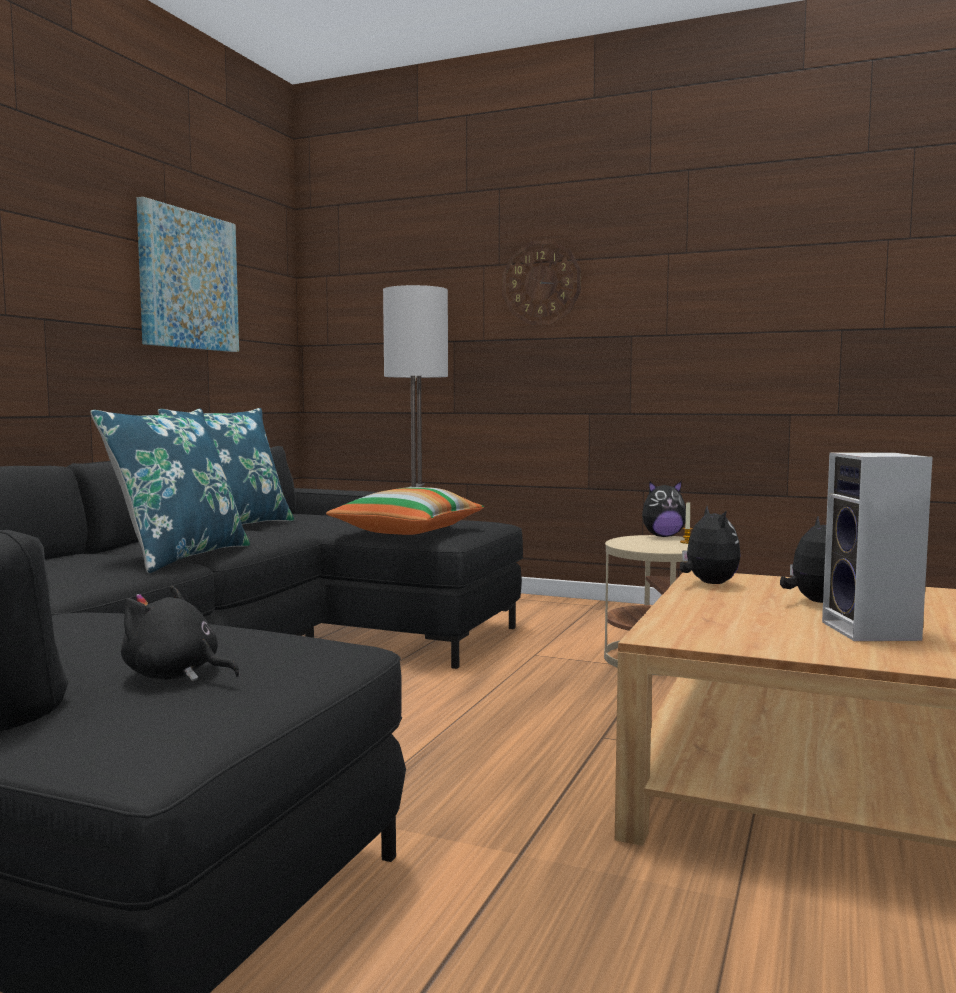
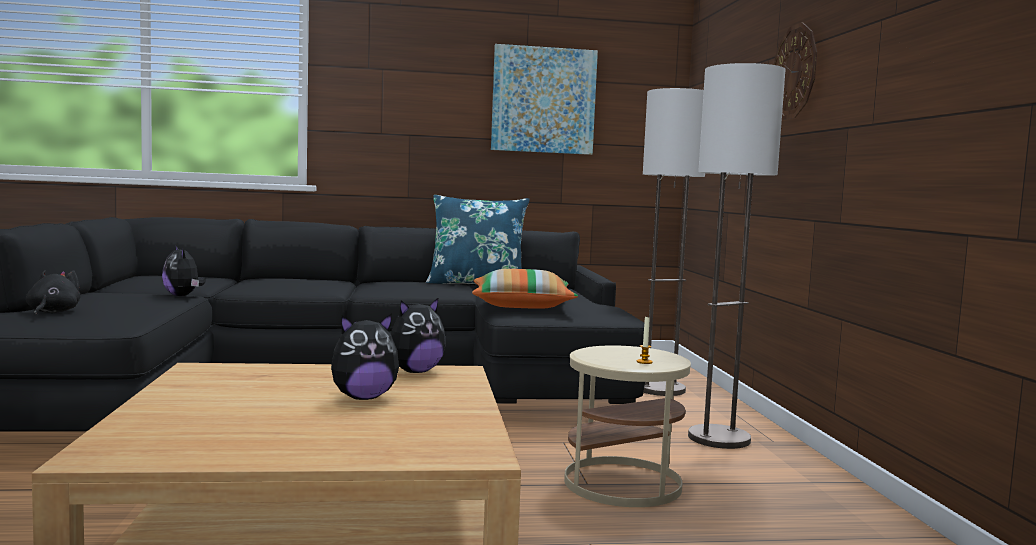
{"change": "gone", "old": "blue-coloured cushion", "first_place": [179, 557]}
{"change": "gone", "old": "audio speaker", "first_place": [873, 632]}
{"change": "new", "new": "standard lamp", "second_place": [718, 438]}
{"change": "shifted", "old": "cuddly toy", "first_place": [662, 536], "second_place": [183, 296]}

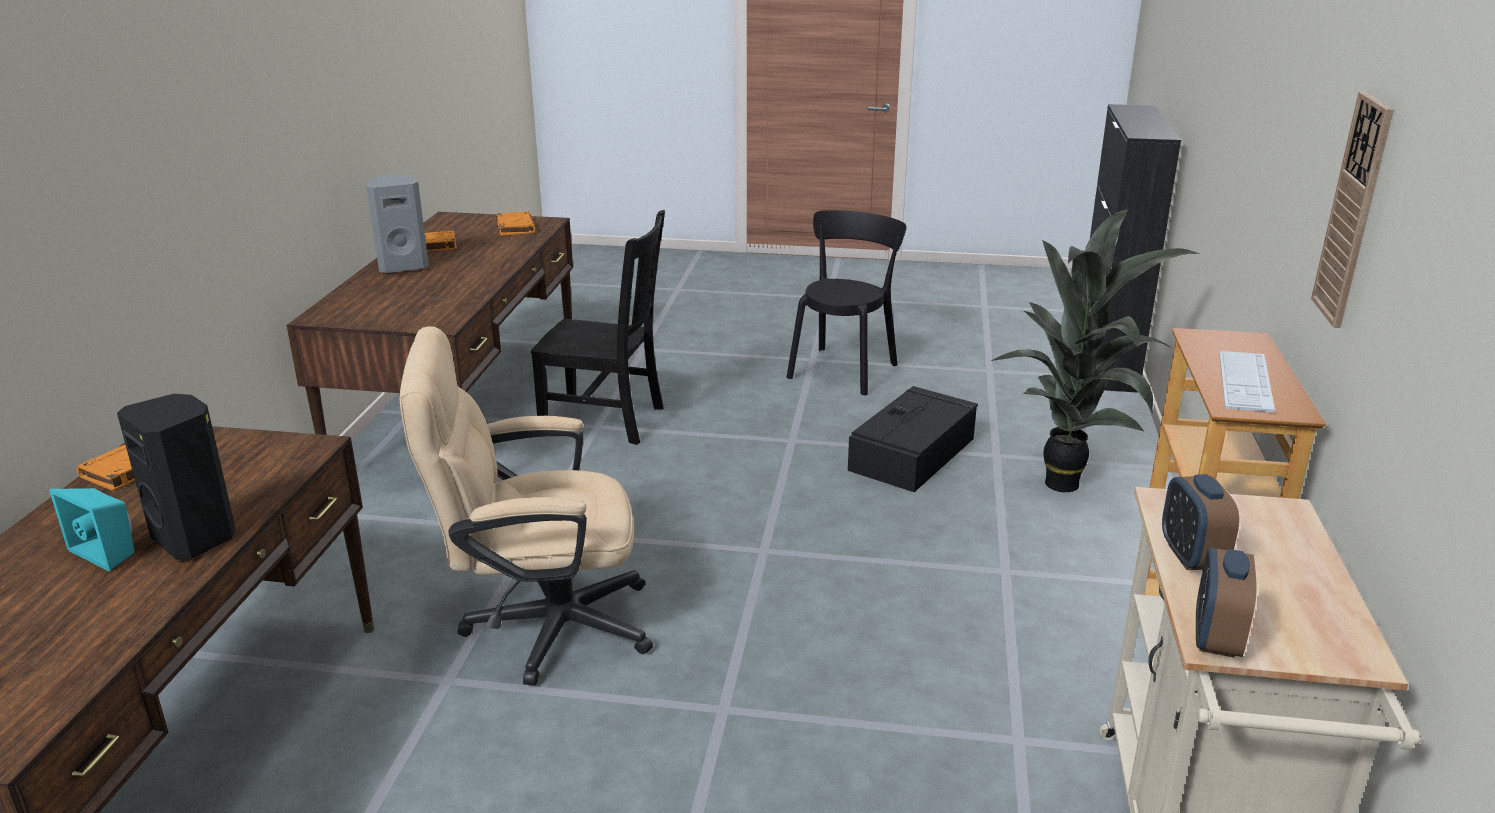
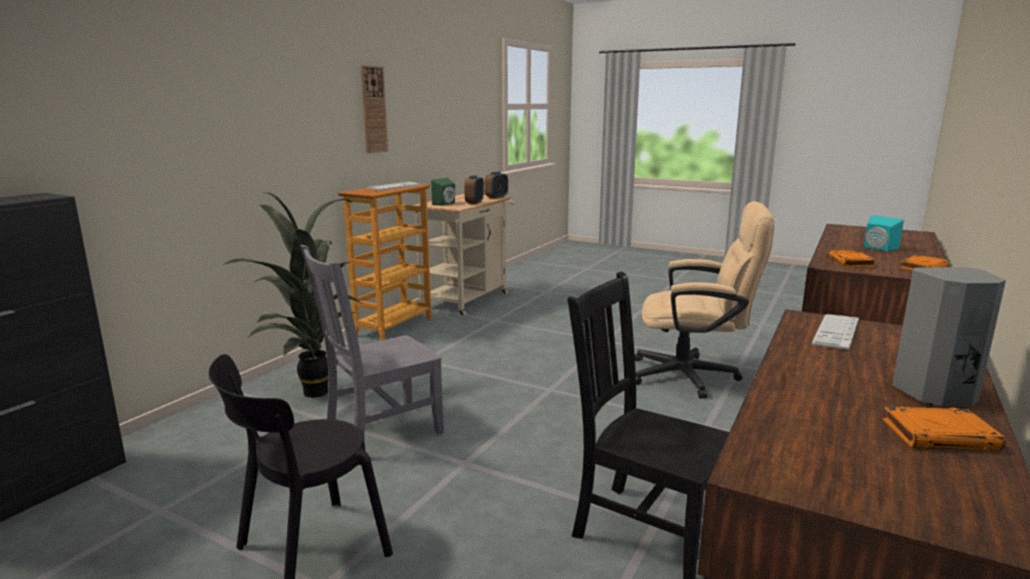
{"change": "gone", "old": "black-coloured audio speaker", "first_place": [196, 538]}
{"change": "new", "new": "greenish audio speaker", "second_place": [445, 204]}
{"change": "new", "new": "computer keyboard", "second_place": [836, 332]}
{"change": "shifted", "old": "orange volume", "first_place": [515, 227], "second_place": [851, 262]}
{"change": "swapped", "old": "black-coloured storage container", "new": "gray chair", "first_place": [913, 453], "second_place": [379, 431]}

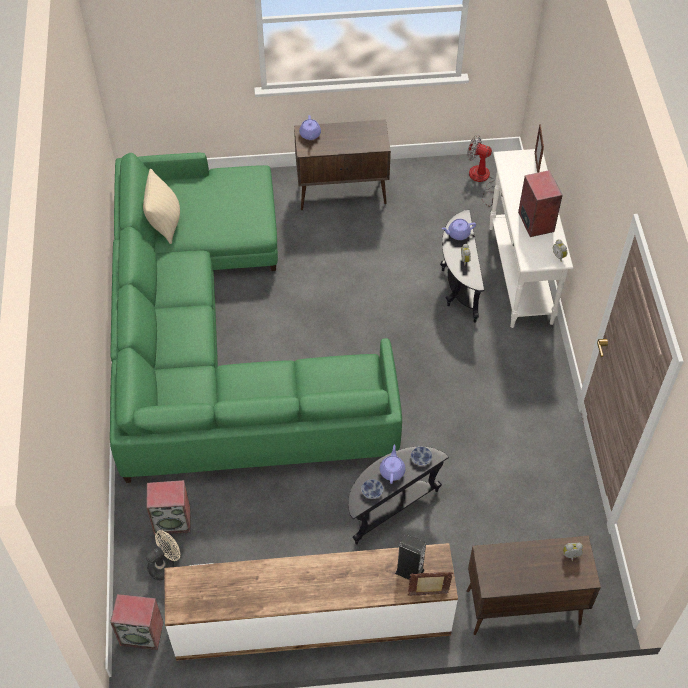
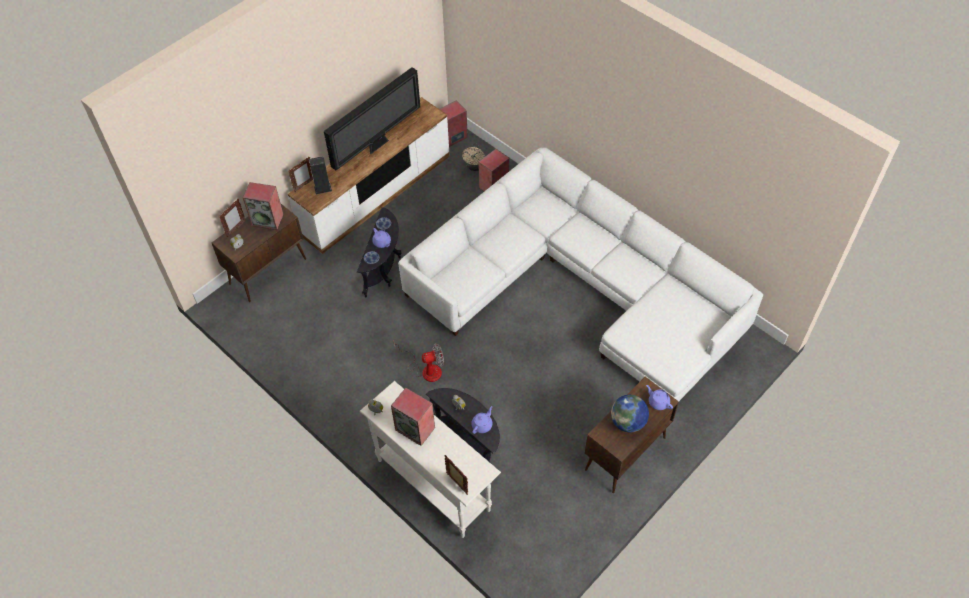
{"change": "gone", "old": "beige-coloured cushion", "first_place": [165, 223]}
{"change": "new", "new": "photo frame", "second_place": [236, 229]}
{"change": "new", "new": "audio speaker", "second_place": [268, 219]}
{"change": "new", "new": "television", "second_place": [378, 144]}
{"change": "new", "new": "world globe", "second_place": [628, 422]}
{"change": "shifted", "old": "electric fan", "first_place": [481, 180], "second_place": [426, 369]}
{"change": "repainted", "old": "greenish settee", "new": "white-coloured settee", "first_place": [217, 341], "second_place": [580, 286]}

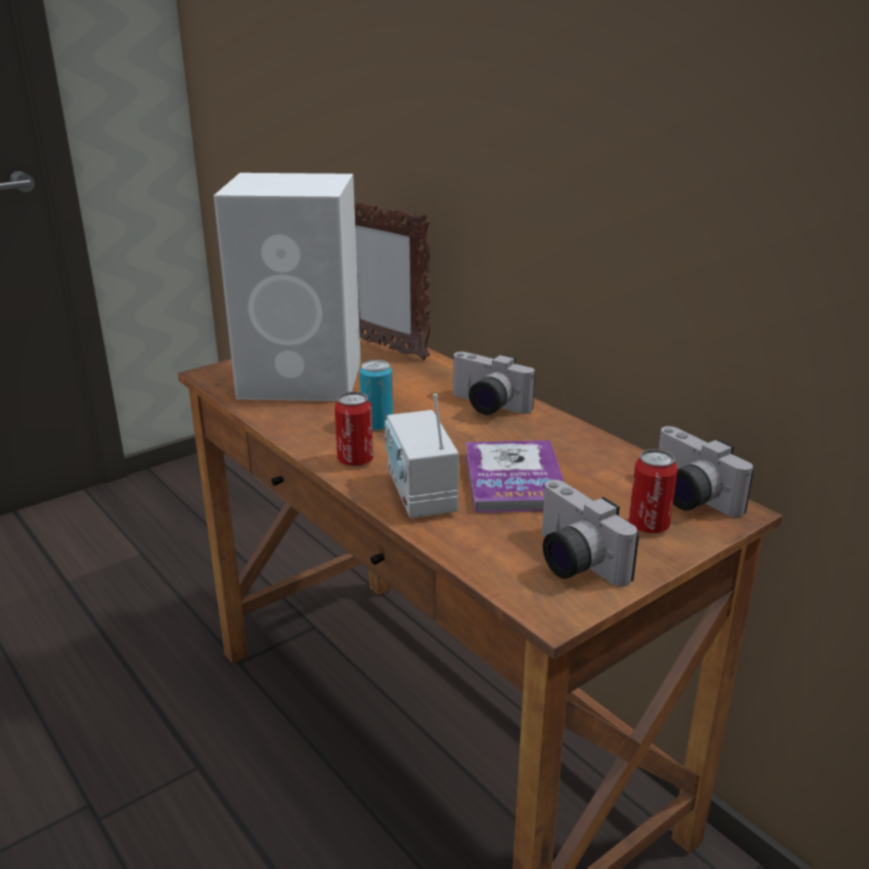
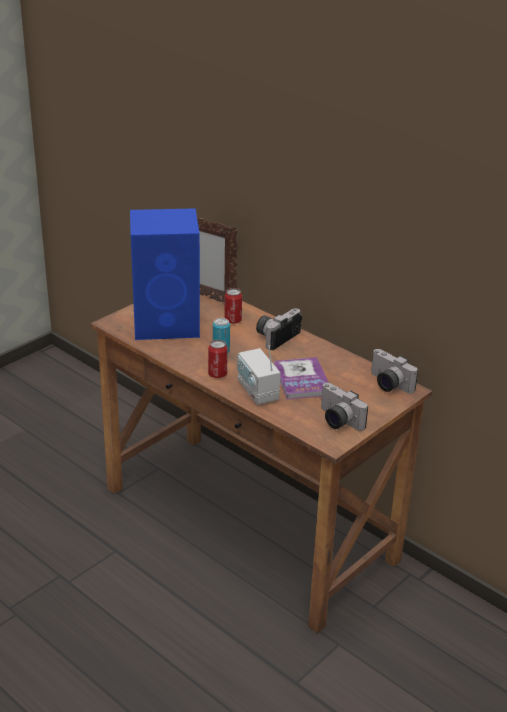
{"change": "shifted", "old": "metal can", "first_place": [648, 525], "second_place": [233, 320]}
{"change": "repainted", "old": "white-coloured audio speaker", "new": "blue-coloured audio speaker", "first_place": [304, 380], "second_place": [168, 324]}
{"change": "rotated", "old": "photo camera", "first_place": [485, 406], "second_place": [276, 336], "degrees": 105}

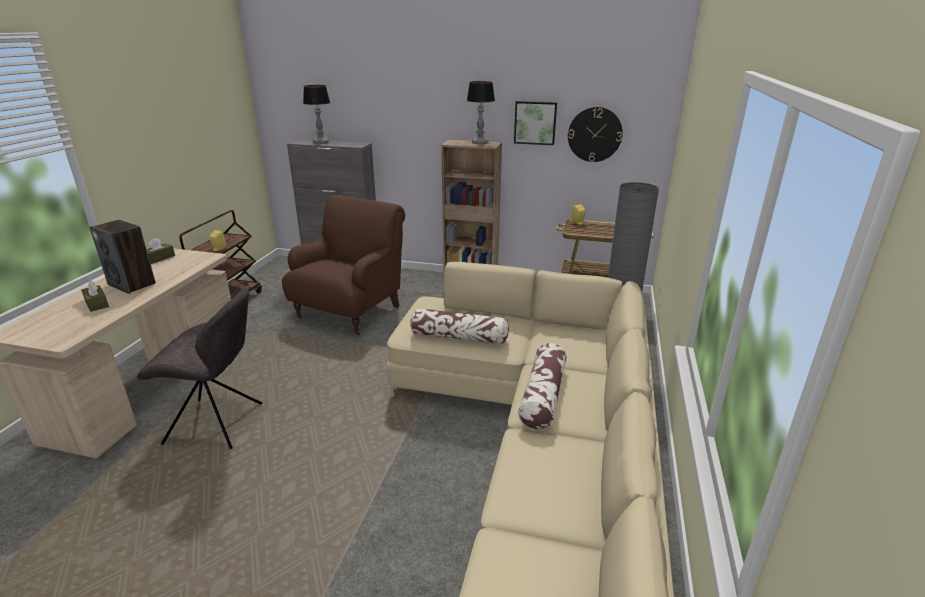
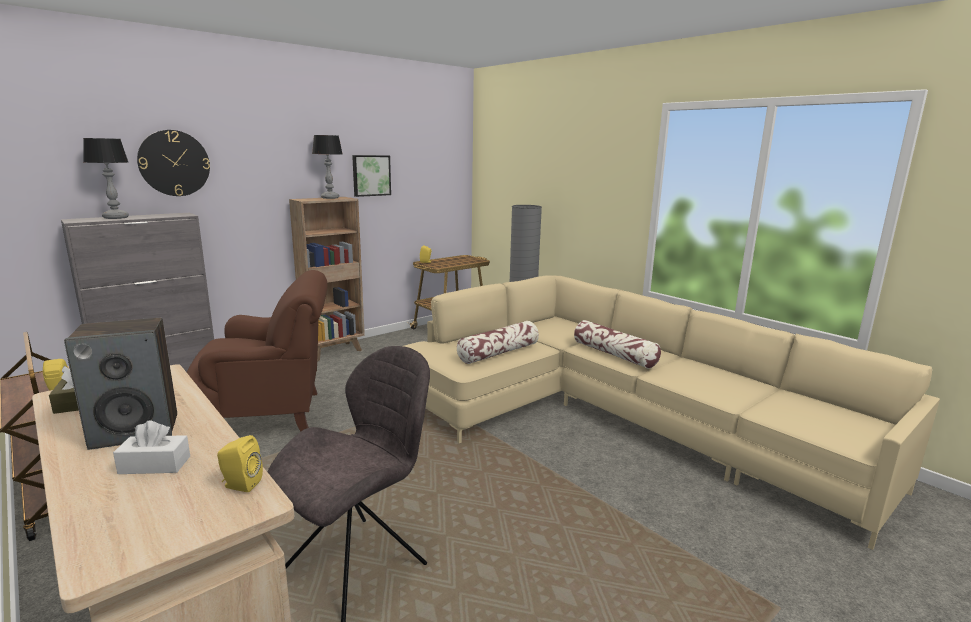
{"change": "new", "new": "yellow-coloured audio speaker", "second_place": [240, 485]}
{"change": "shifted", "old": "hanging clock", "first_place": [594, 134], "second_place": [174, 163]}
{"change": "repainted", "old": "brownish tissue holder", "new": "white-coloured tissue holder", "first_place": [97, 304], "second_place": [155, 465]}
{"change": "rotated", "old": "brownish easy chair", "first_place": [351, 312], "second_place": [269, 416], "degrees": 105}

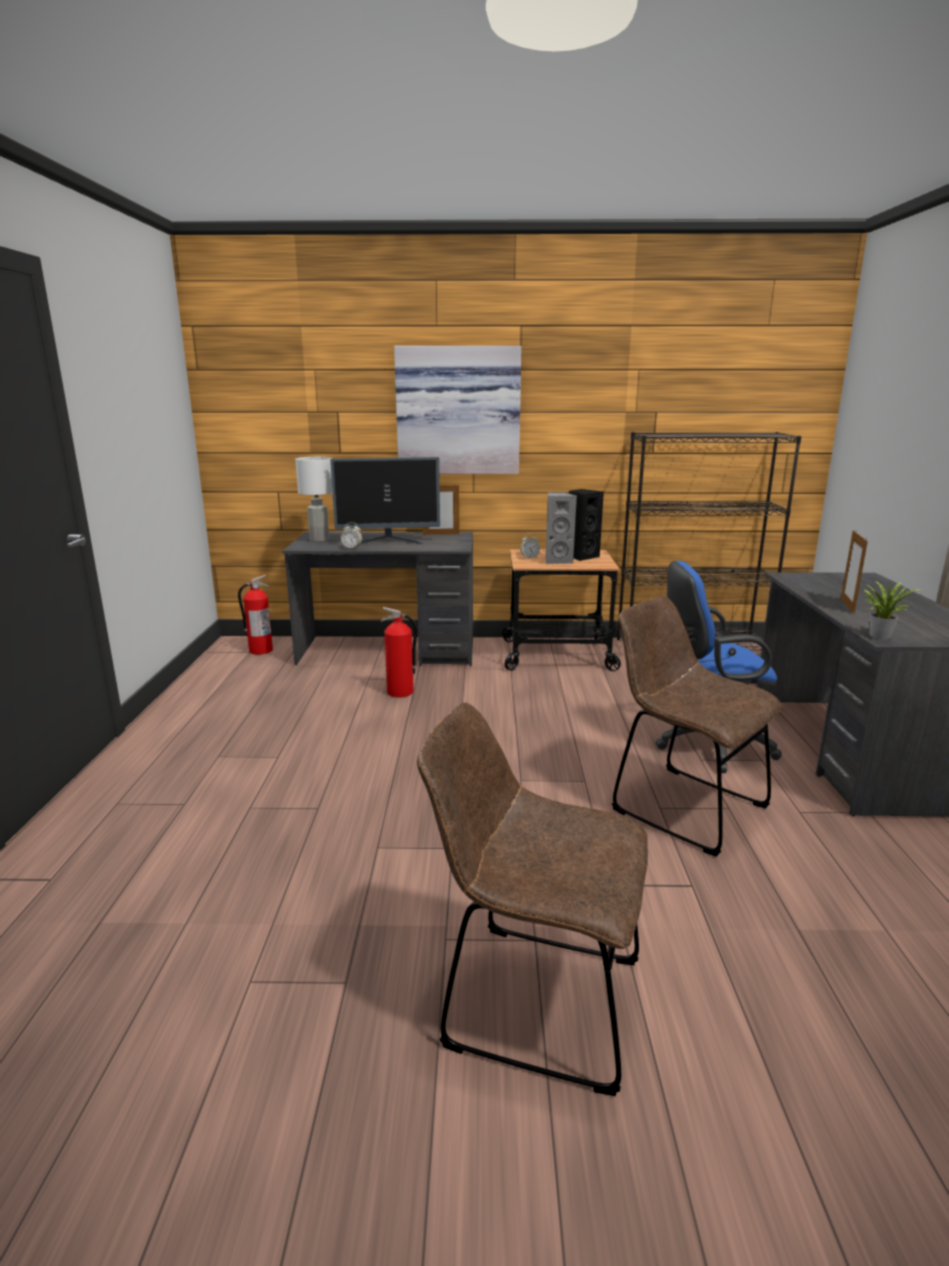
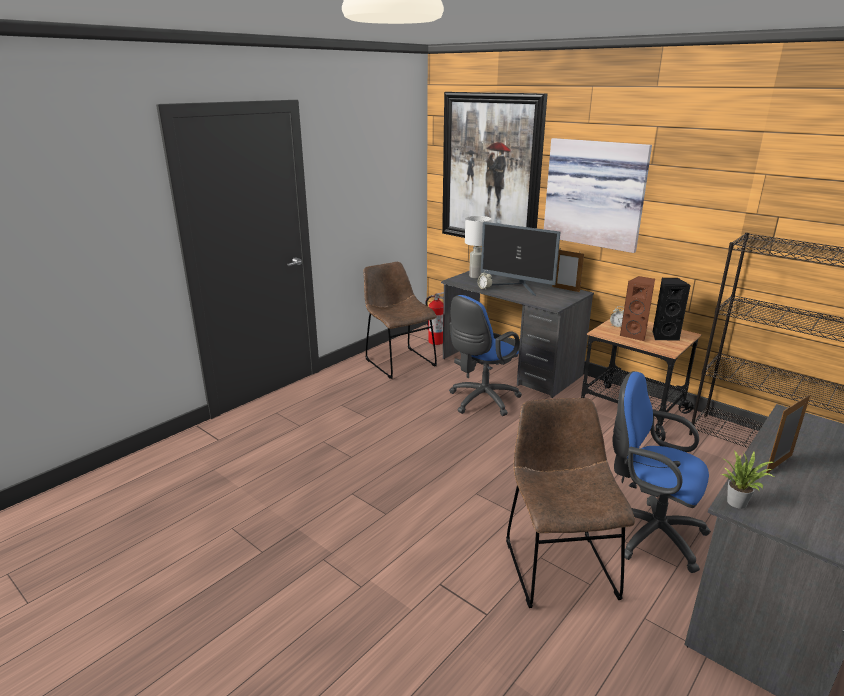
{"change": "new", "new": "wall art", "second_place": [491, 170]}
{"change": "shifted", "old": "brownish chair", "first_place": [532, 999], "second_place": [398, 361]}
{"change": "swapped", "old": "extinguisher", "new": "blue-coloured computer chair", "first_place": [400, 692], "second_place": [481, 401]}
{"change": "repainted", "old": "gray audio speaker", "new": "brownish audio speaker", "first_place": [557, 561], "second_place": [635, 335]}

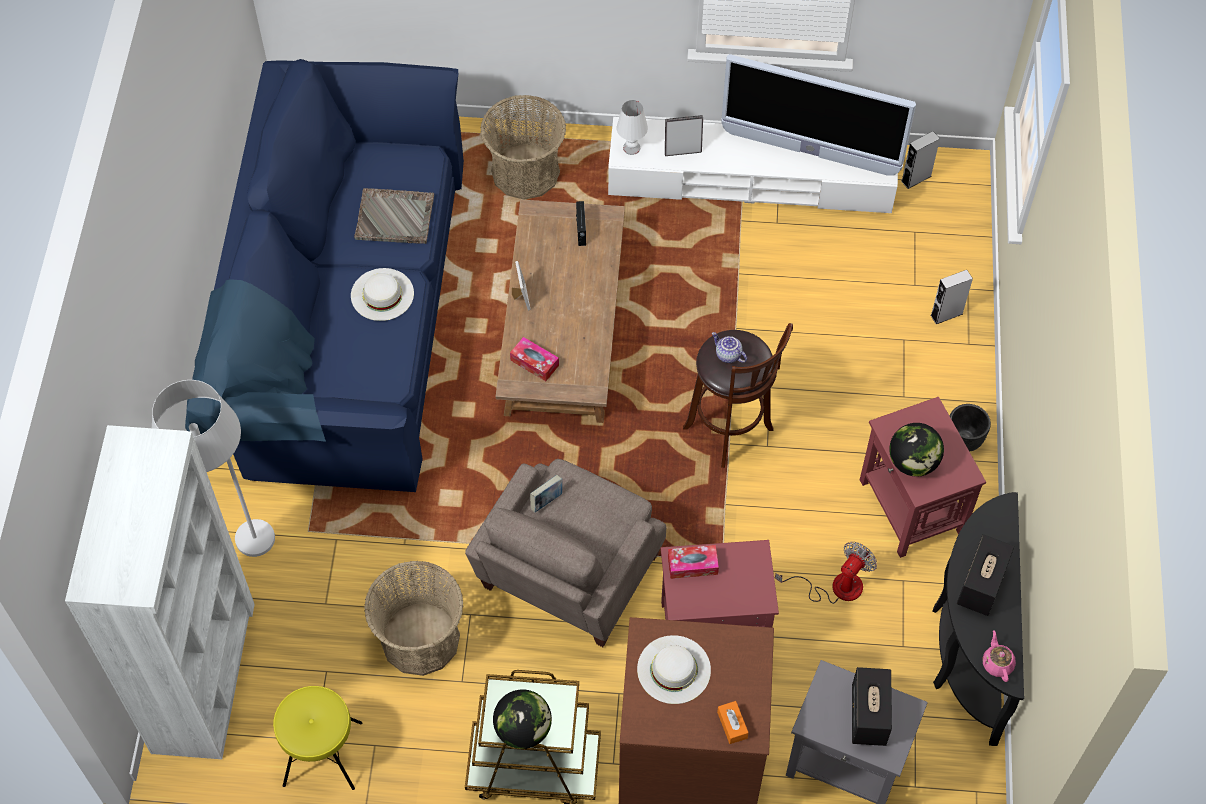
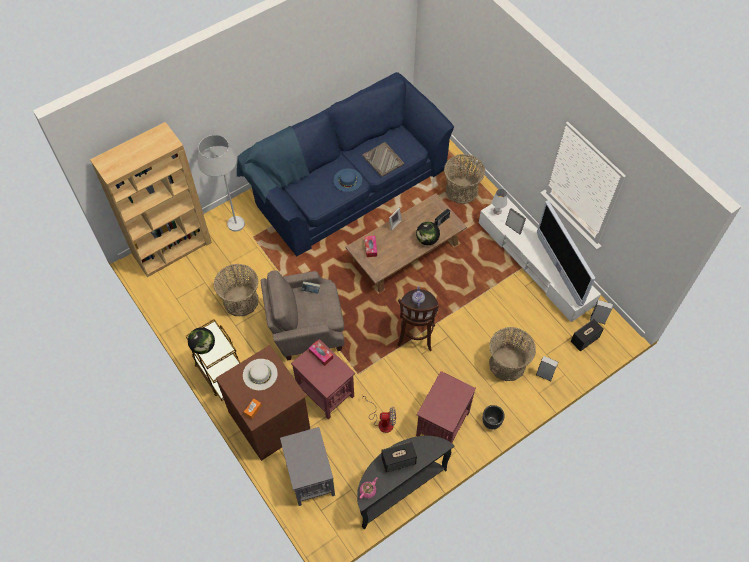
{"change": "gone", "old": "yellow-coloured sitting stool", "first_place": [322, 753]}
{"change": "new", "new": "household basket", "second_place": [507, 364]}
{"change": "shifted", "old": "audio speaker", "first_place": [868, 715], "second_place": [585, 339]}
{"change": "shifted", "old": "world globe", "first_place": [912, 462], "second_place": [427, 240]}
{"change": "repainted", "old": "white-coloured bookcase", "new": "brownish bookcase", "first_place": [203, 676], "second_place": [172, 249]}
{"change": "repainted", "old": "white-coloured clothing hat", "new": "blue-coloured clothing hat", "first_place": [382, 294], "second_place": [347, 180]}

